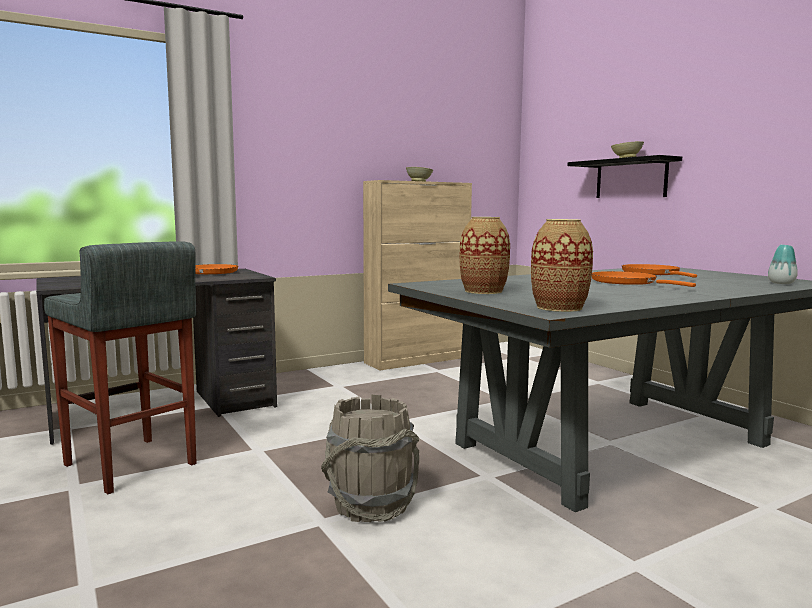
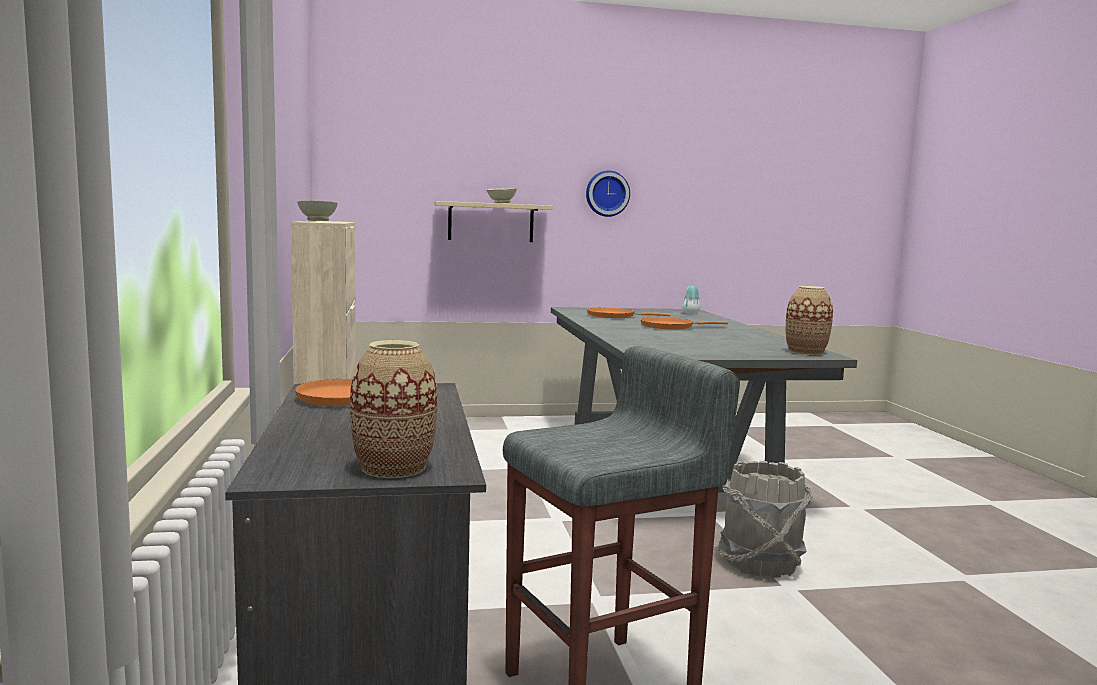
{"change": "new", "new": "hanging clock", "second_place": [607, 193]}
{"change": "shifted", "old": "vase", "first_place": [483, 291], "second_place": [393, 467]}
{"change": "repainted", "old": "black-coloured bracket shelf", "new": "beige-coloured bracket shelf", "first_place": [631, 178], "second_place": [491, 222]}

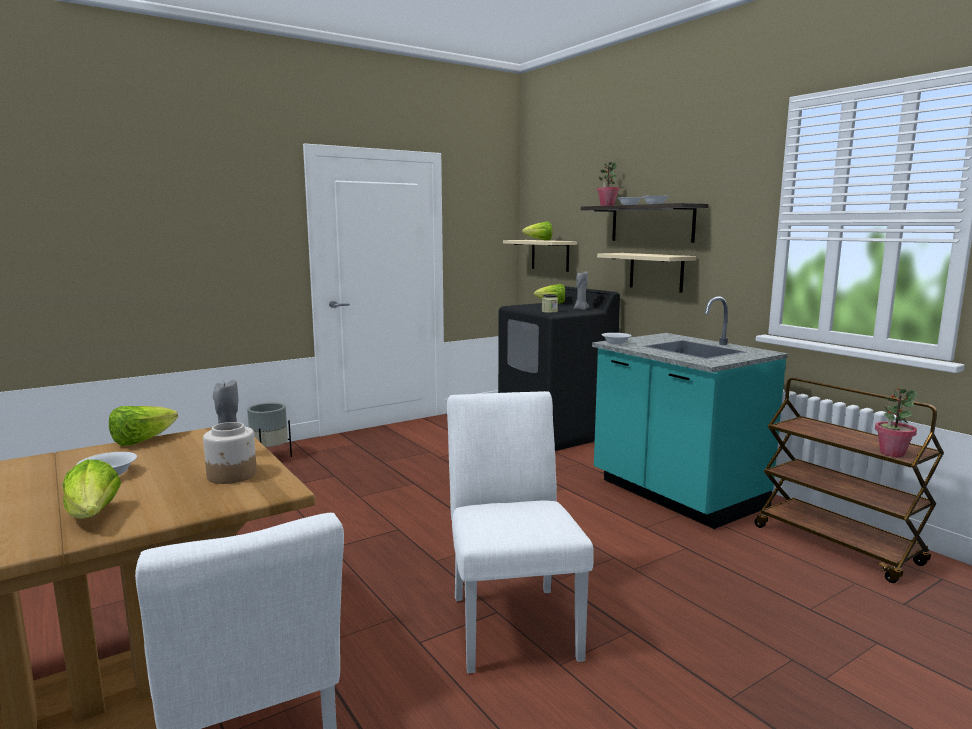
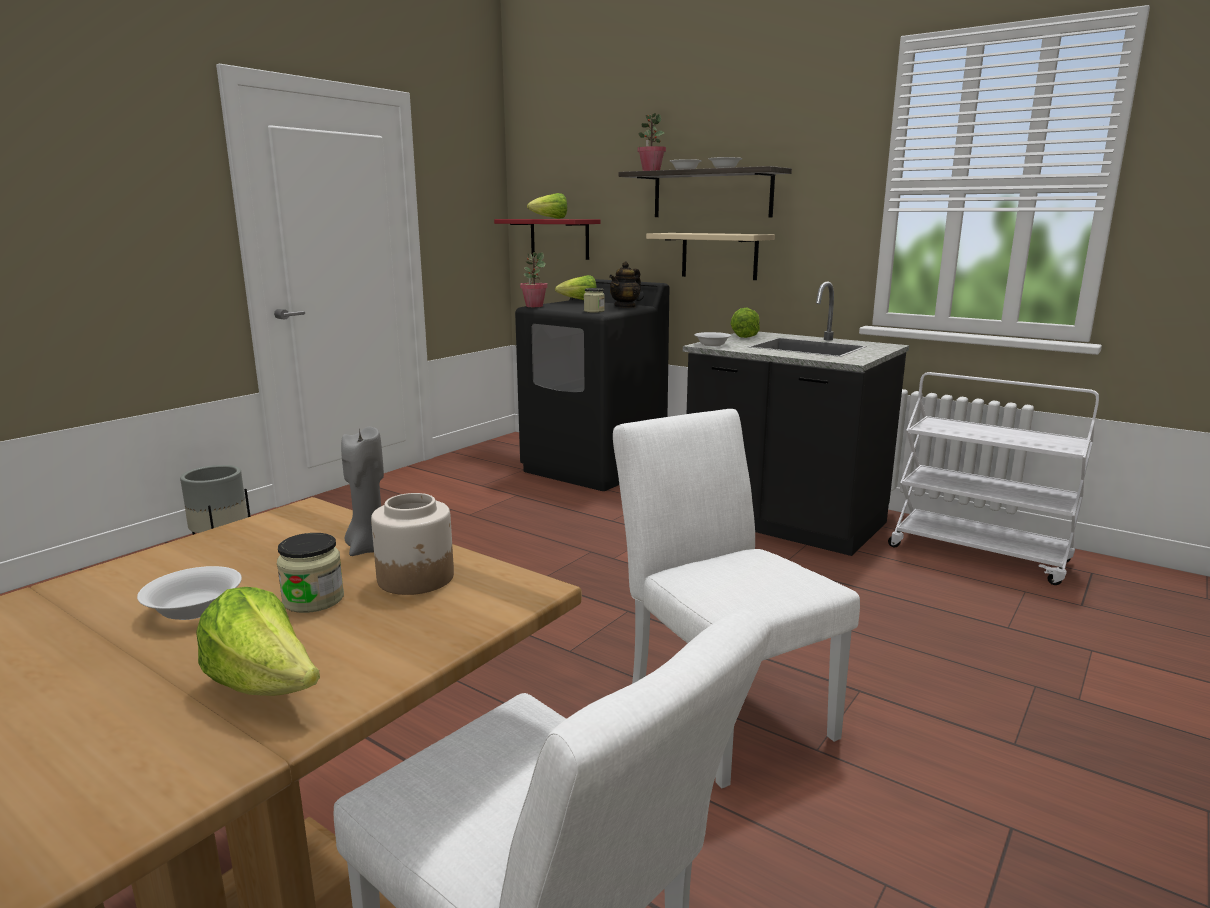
{"change": "new", "new": "preserve jar", "second_place": [313, 599]}
{"change": "shifted", "old": "lettuce", "first_place": [142, 441], "second_place": [745, 336]}
{"change": "shifted", "old": "plant in a pot", "first_place": [892, 453], "second_place": [534, 306]}
{"change": "swapped", "old": "gray candle", "new": "tea pot", "first_place": [580, 309], "second_place": [625, 306]}
{"change": "repainted", "old": "beige-coloured bracket shelf", "new": "reddish bracket shelf", "first_place": [550, 255], "second_place": [559, 238]}
{"change": "repainted", "old": "blue-green counter", "new": "black-coloured counter", "first_place": [676, 494], "second_place": [783, 523]}
{"change": "repainted", "old": "brownish cart", "new": "white-coloured cart", "first_place": [837, 545], "second_place": [979, 554]}

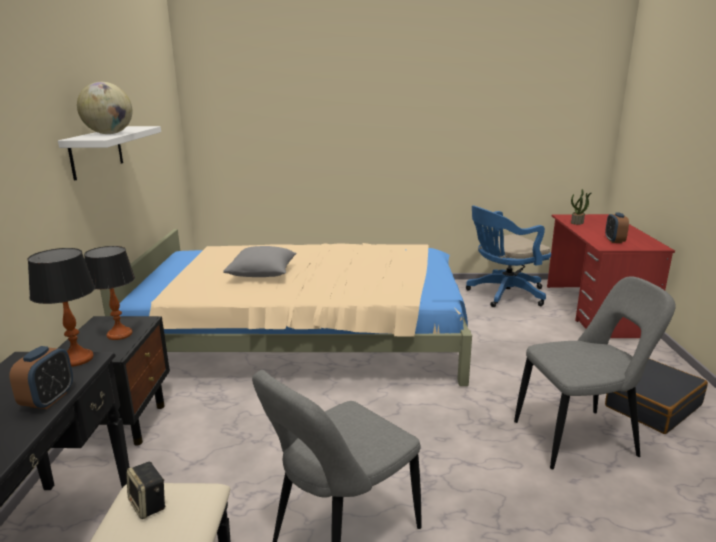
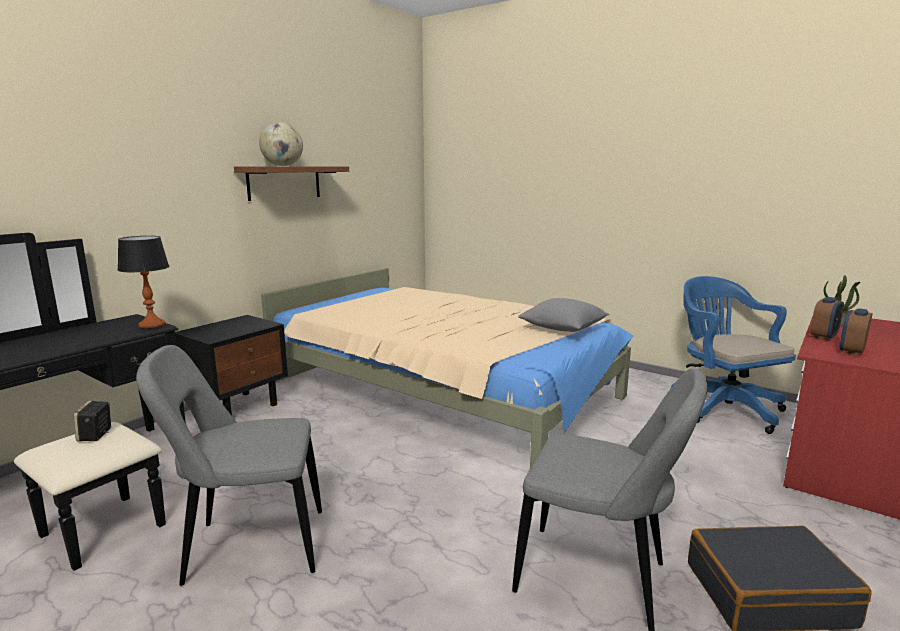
{"change": "gone", "old": "tabletop lamp", "first_place": [119, 334]}
{"change": "shifted", "old": "alarm clock", "first_place": [48, 400], "second_place": [824, 336]}
{"change": "shifted", "old": "gray cushion", "first_place": [263, 274], "second_place": [563, 329]}
{"change": "repainted", "old": "white-coloured bracket shelf", "new": "brownish bracket shelf", "first_place": [96, 152], "second_place": [284, 182]}
{"change": "rotated", "old": "blue-coloured computer chair", "first_place": [503, 294], "second_place": [722, 407], "degrees": 60}

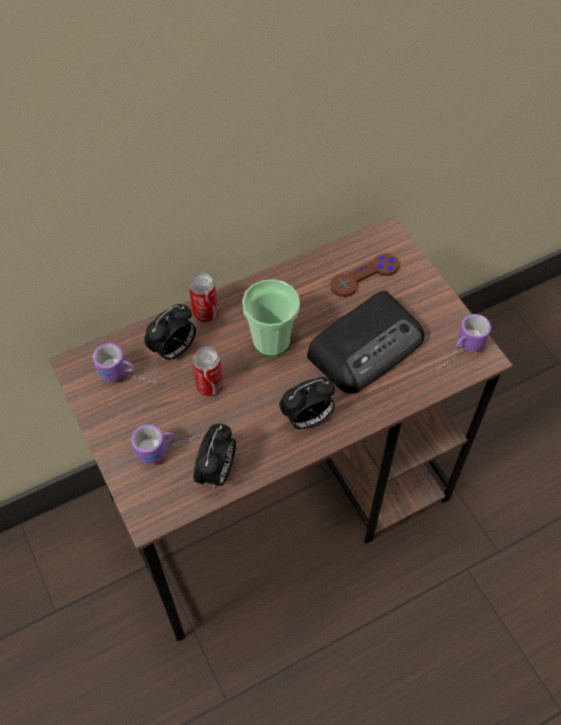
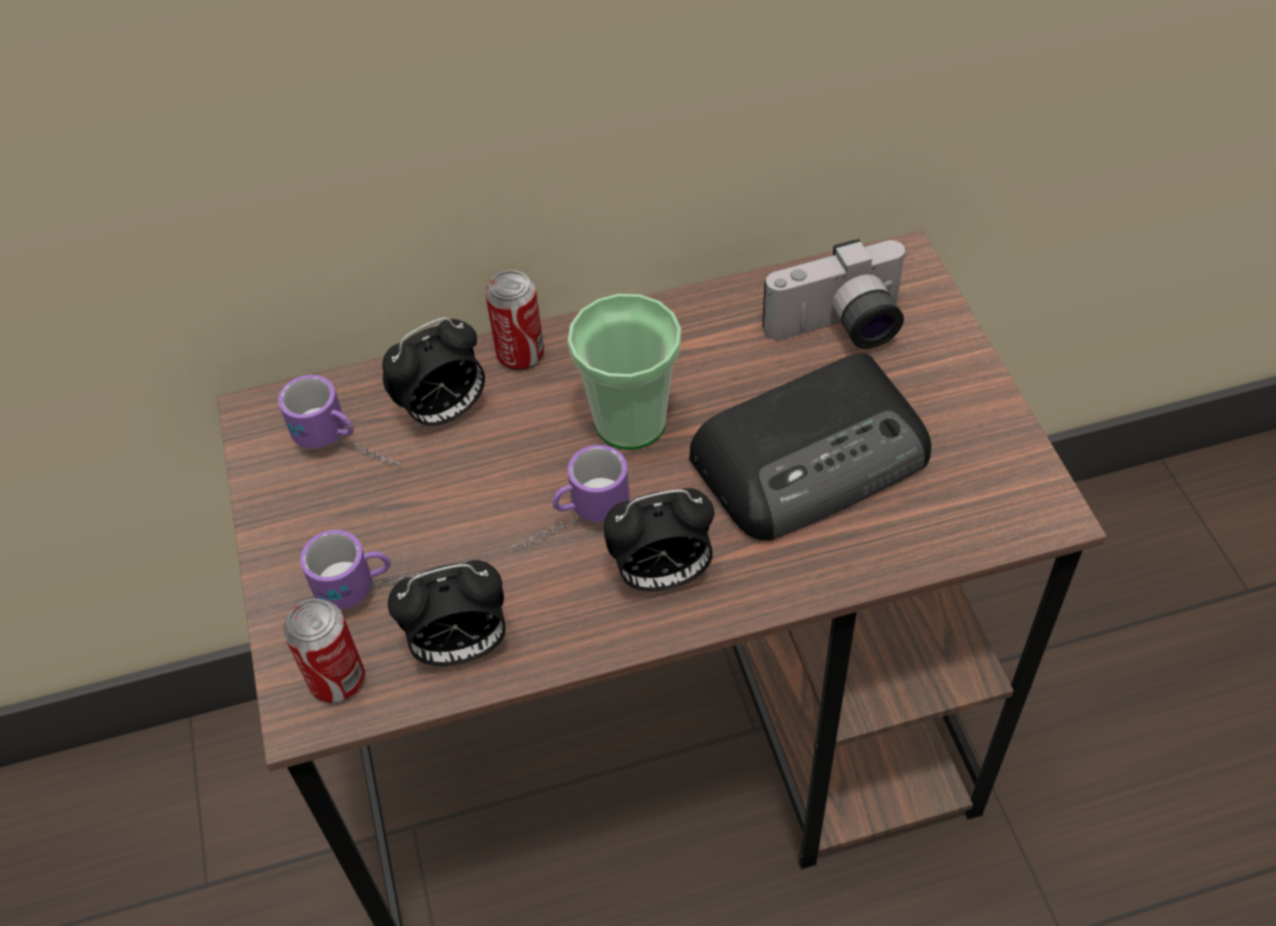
{"change": "shifted", "old": "metal can", "first_place": [209, 386], "second_place": [337, 680]}
{"change": "shifted", "old": "coffee mug", "first_place": [458, 354], "second_place": [570, 525]}
{"change": "swapped", "old": "brownish joypad", "new": "photo camera", "first_place": [364, 276], "second_place": [840, 329]}
{"change": "rotated", "old": "alarm clock", "first_place": [217, 472], "second_place": [460, 648], "degrees": 45}

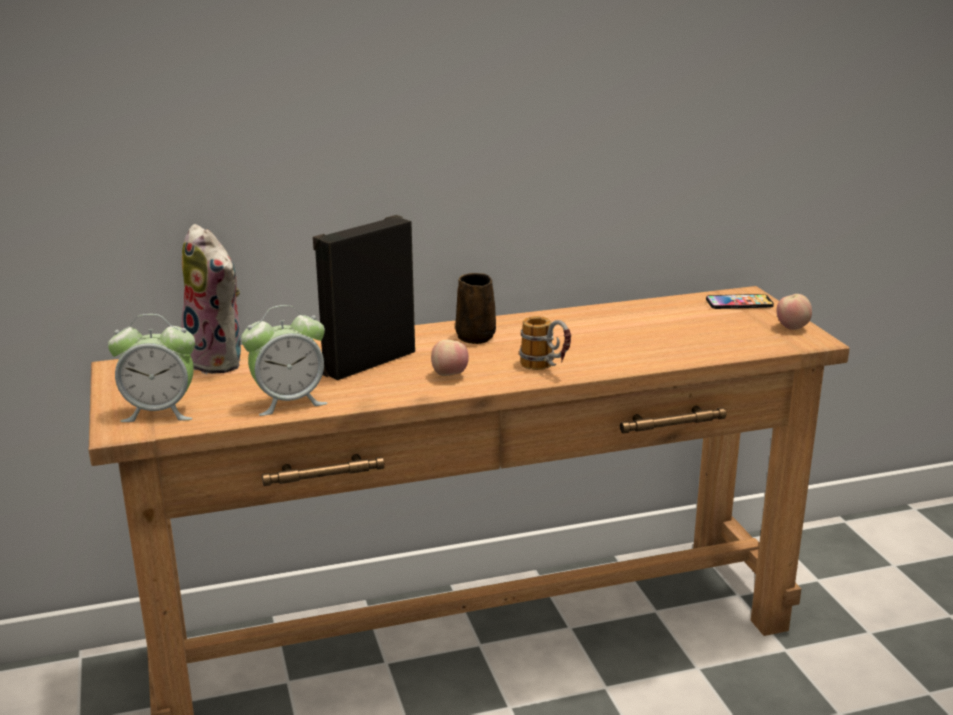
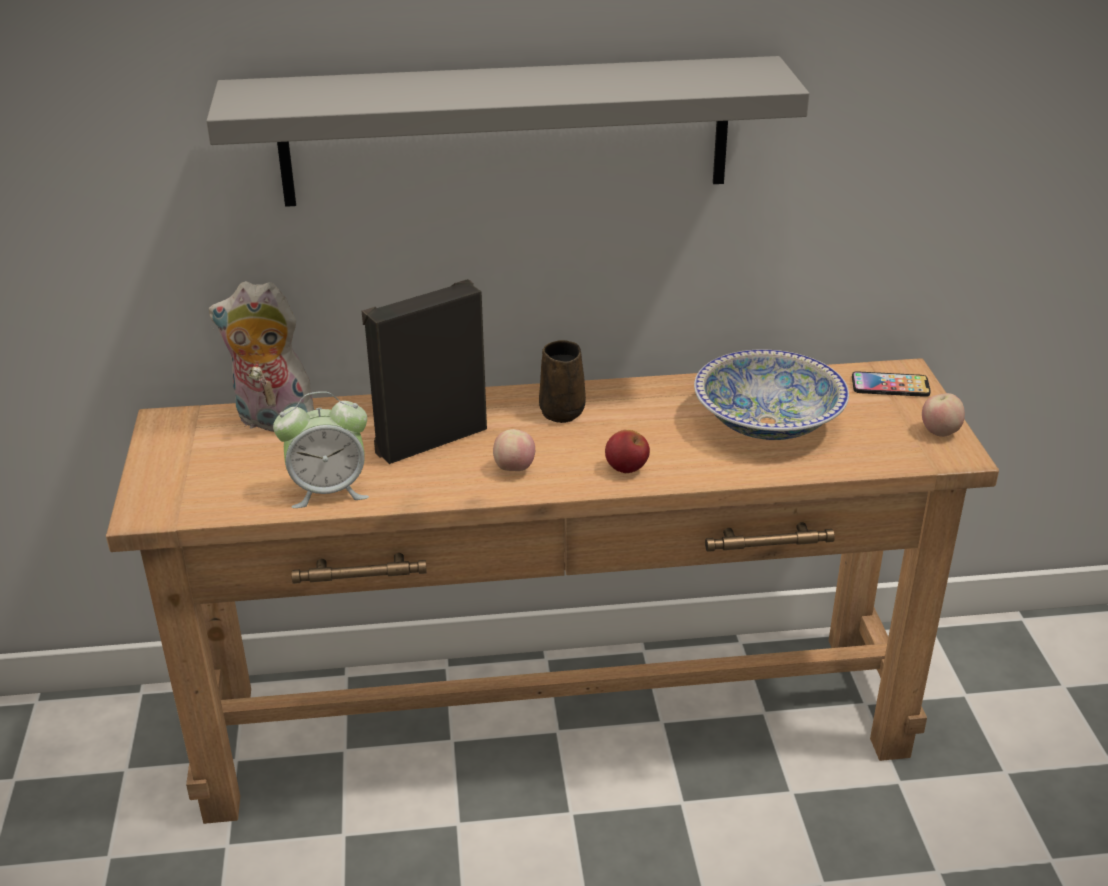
{"change": "gone", "old": "alarm clock", "first_place": [160, 412]}
{"change": "new", "new": "gray bracket shelf", "second_place": [505, 132]}
{"change": "new", "new": "deep dish", "second_place": [767, 422]}
{"change": "swapped", "old": "coffee mug", "new": "whole apple", "first_place": [546, 368], "second_place": [626, 469]}
{"change": "rotated", "old": "cuddly toy", "first_place": [219, 361], "second_place": [271, 421], "degrees": 135}

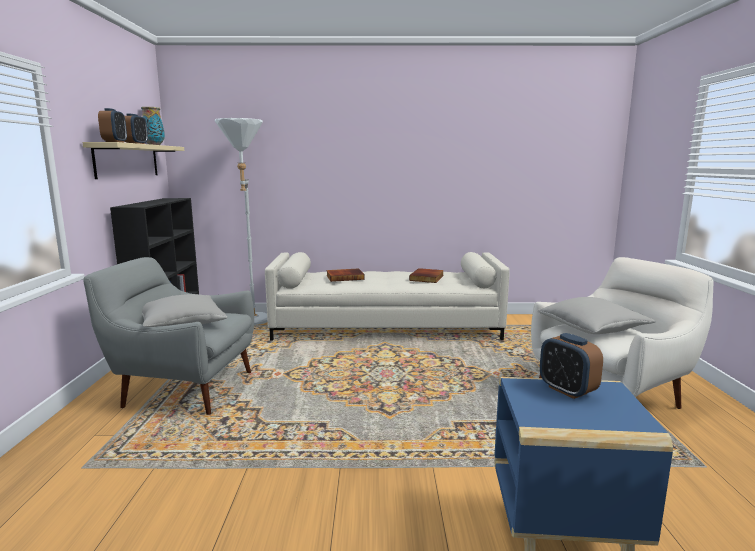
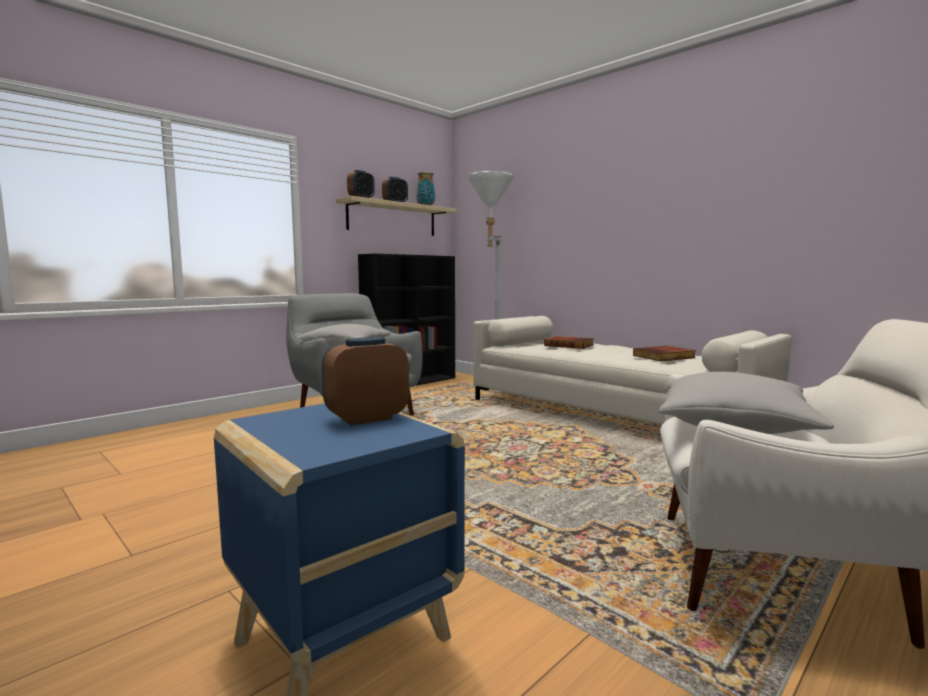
{"change": "rotated", "old": "alarm clock", "first_place": [567, 390], "second_place": [366, 418], "degrees": 45}

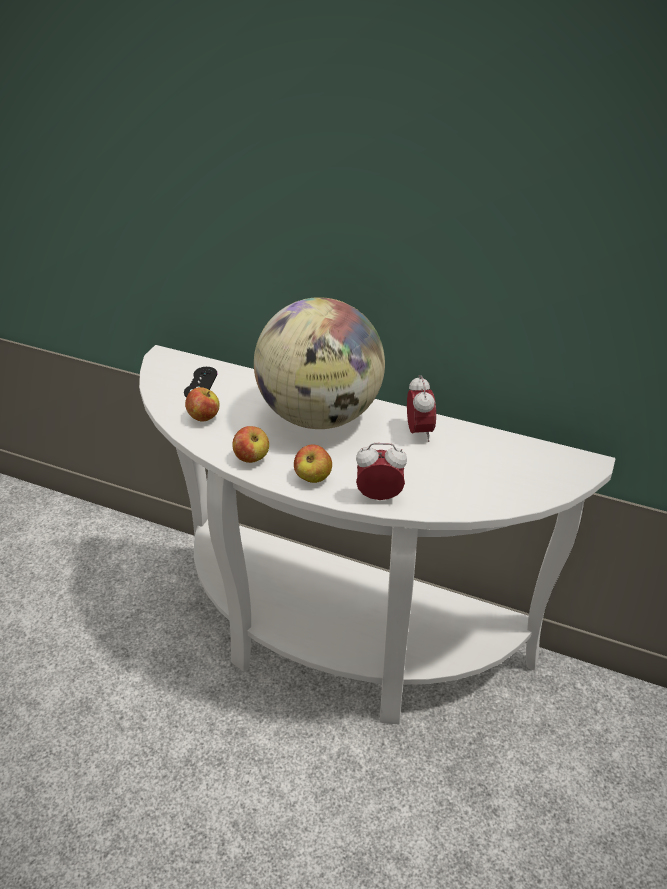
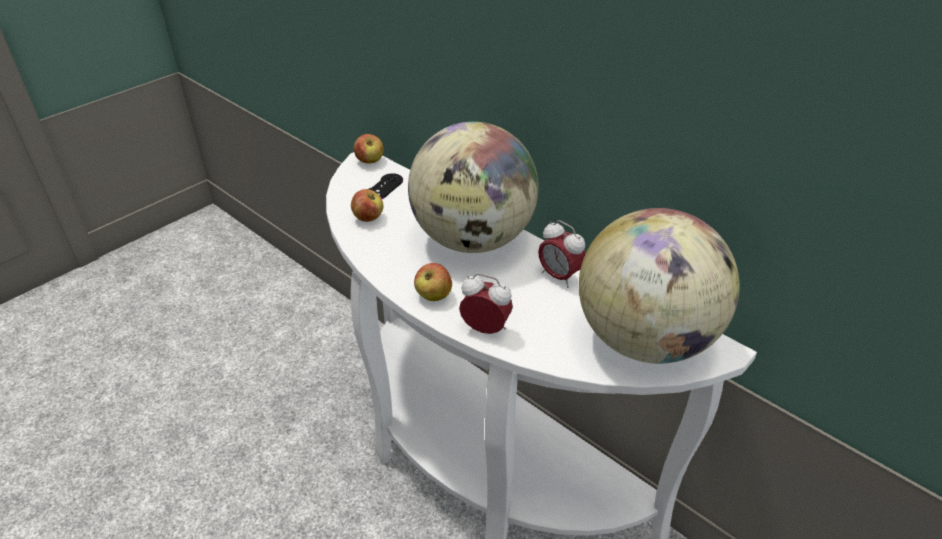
{"change": "new", "new": "world globe", "second_place": [645, 340]}
{"change": "shifted", "old": "whole apple", "first_place": [252, 458], "second_place": [370, 161]}
{"change": "rotated", "old": "alarm clock", "first_place": [419, 432], "second_place": [559, 276], "degrees": 120}

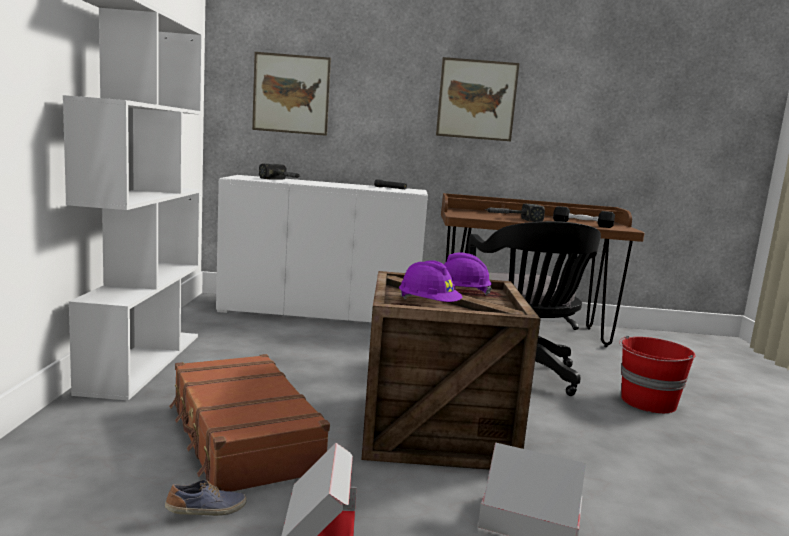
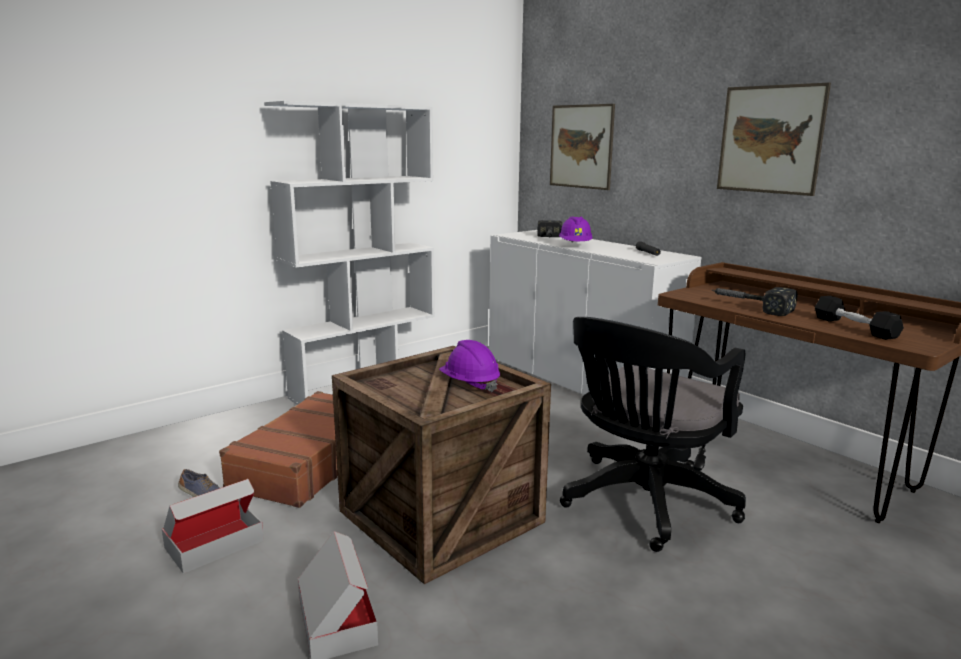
{"change": "gone", "old": "reddish bucket", "first_place": [648, 402]}
{"change": "shifted", "old": "purple-coloured hard hat", "first_place": [428, 305], "second_place": [575, 246]}

